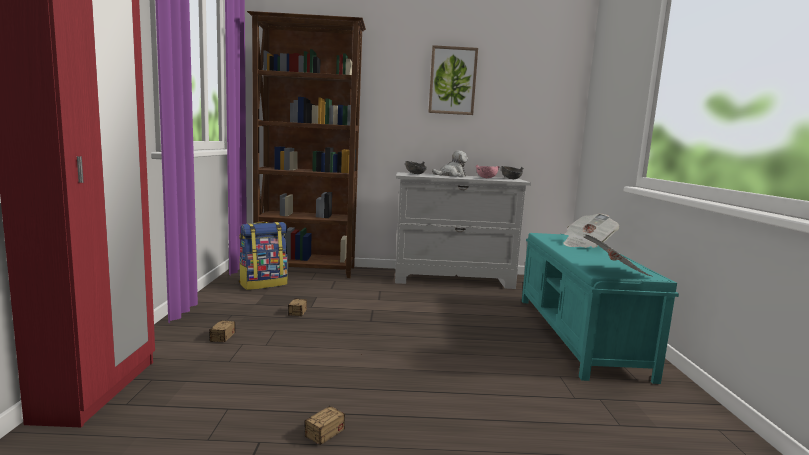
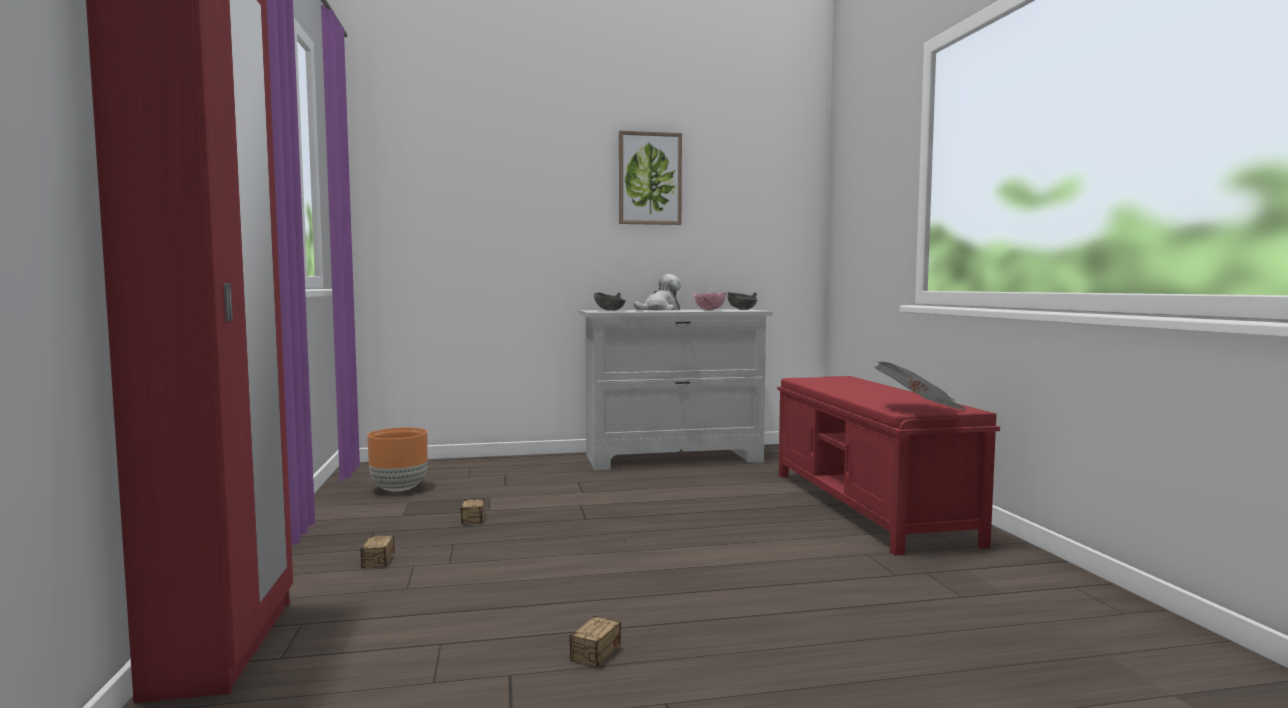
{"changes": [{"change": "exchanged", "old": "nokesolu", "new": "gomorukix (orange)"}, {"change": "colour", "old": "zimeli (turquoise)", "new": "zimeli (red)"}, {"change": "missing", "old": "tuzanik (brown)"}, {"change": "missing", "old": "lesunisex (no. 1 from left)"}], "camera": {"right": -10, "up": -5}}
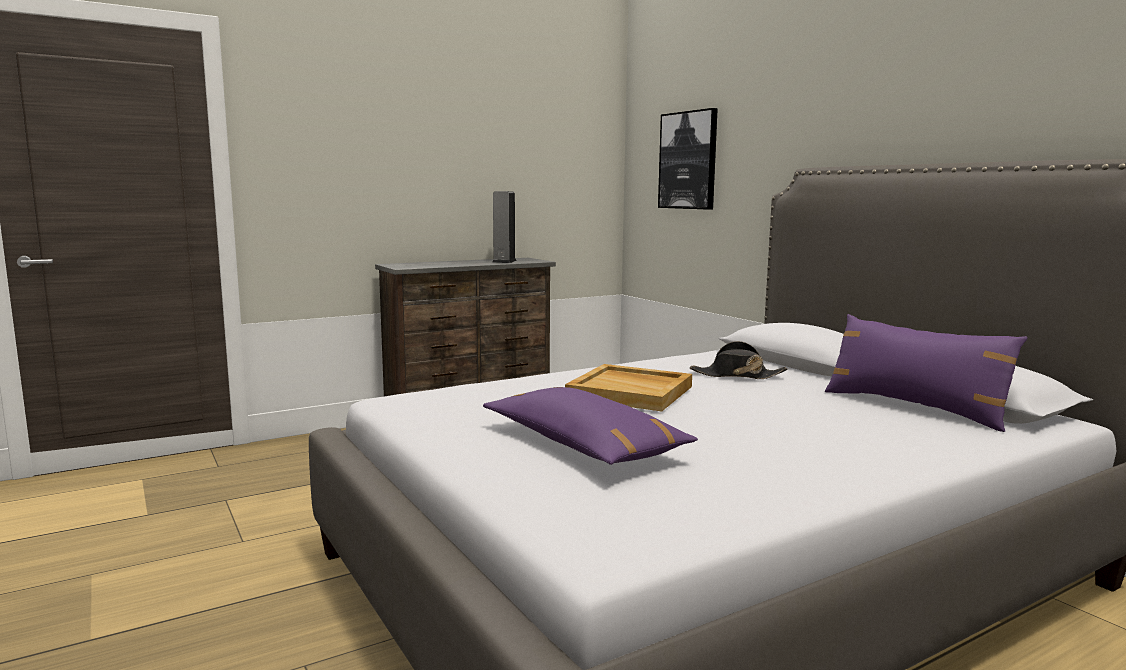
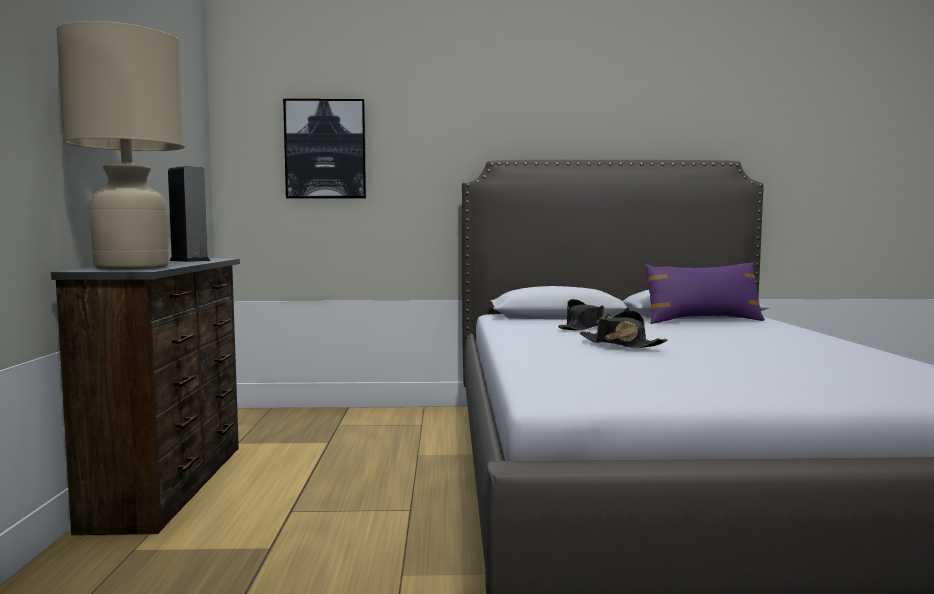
{"changes": [{"change": "appeared", "new": "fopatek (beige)"}, {"change": "exchanged", "old": "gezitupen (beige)", "new": "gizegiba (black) (no. 2 from left)"}, {"change": "missing", "old": "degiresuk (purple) (no. 1 from left)"}], "camera": {"right": -60, "up": -5}}
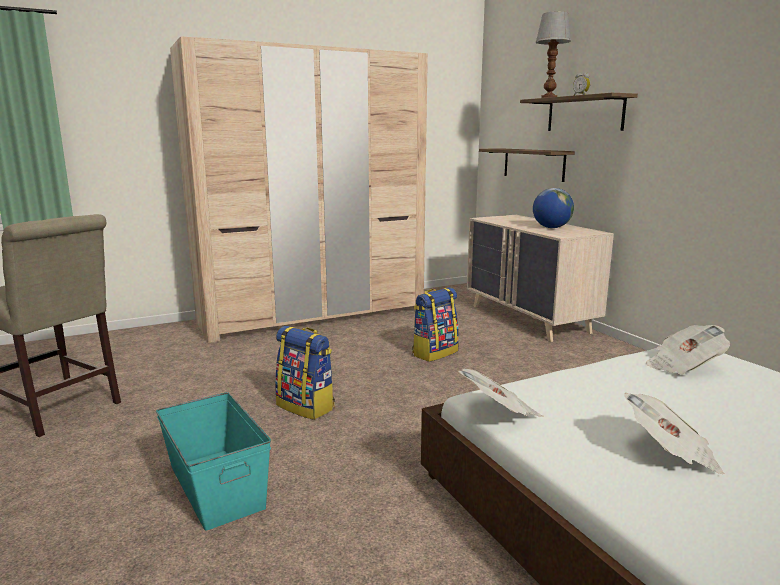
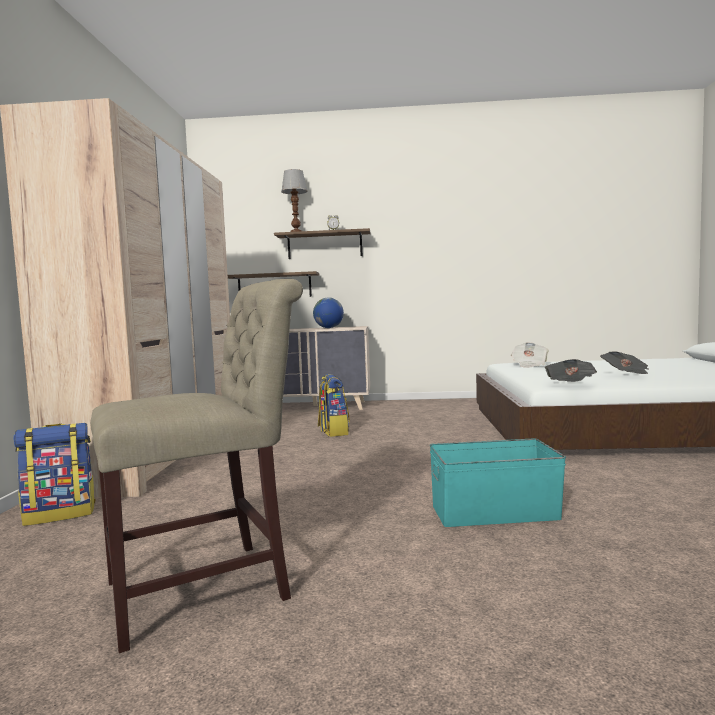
{"changes": [{"change": "relocated", "old": "nokesolu (no. 1 from left)"}], "camera": {"right": -60, "up": -10}}
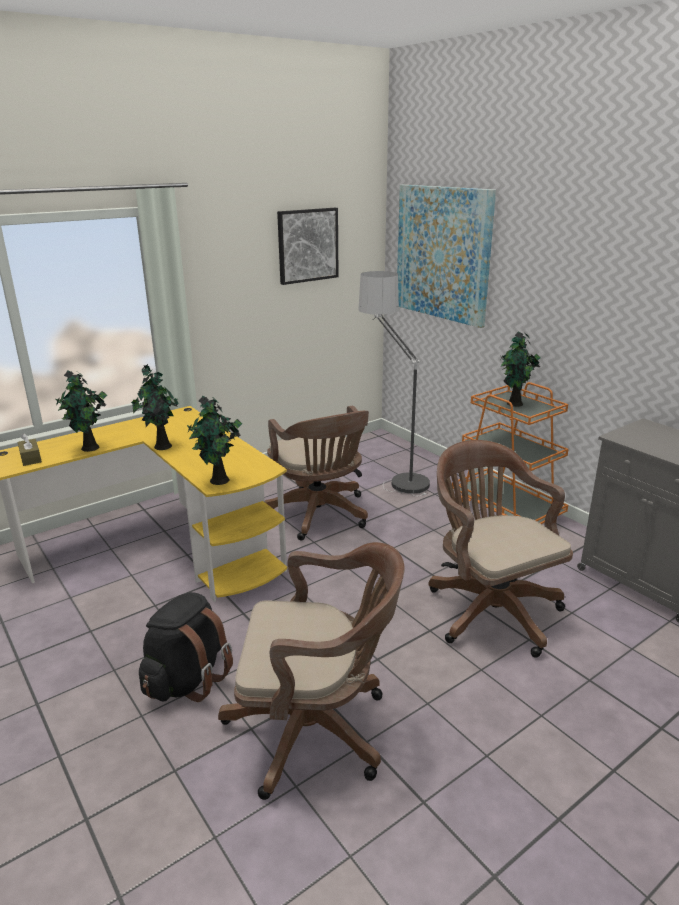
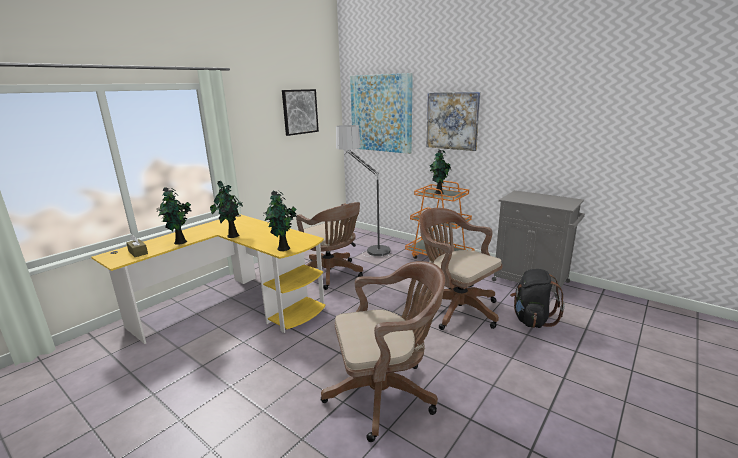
{"changes": [{"change": "appeared", "new": "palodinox (no. 3 from left)"}, {"change": "relocated", "old": "nokesolu (black)"}], "camera": {"right": -15, "up": -5}}
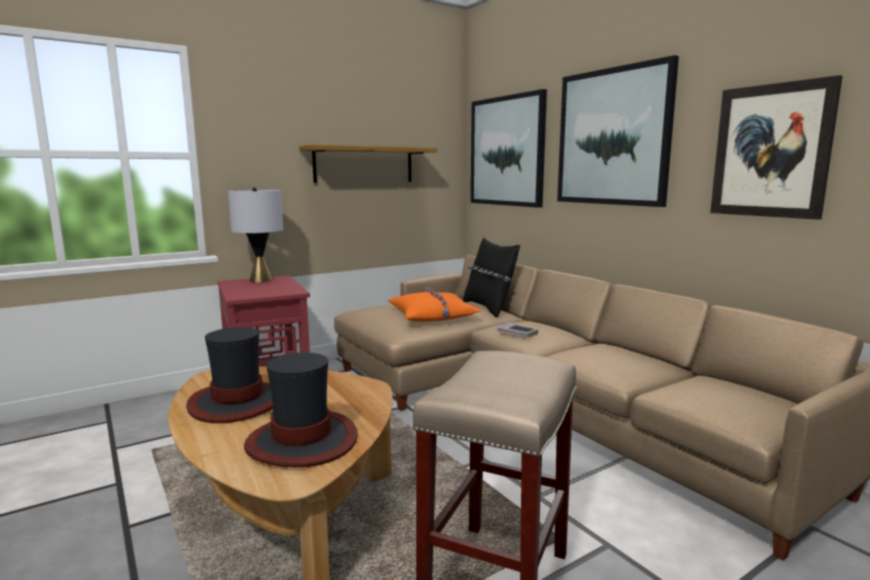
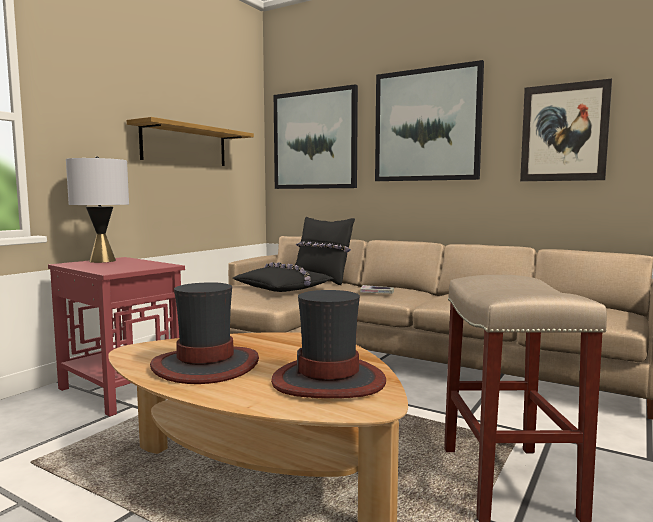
{"changes": [{"change": "colour", "old": "degiresuk (orange)", "new": "degiresuk (black) (no. 1 from left)"}], "camera": {"right": -25, "up": -5}}
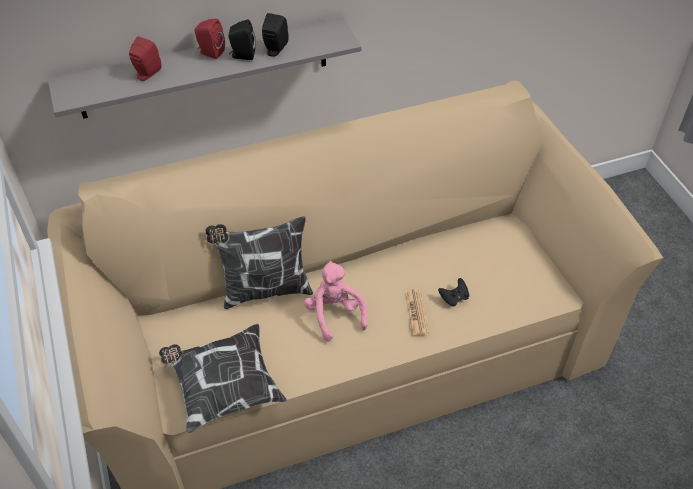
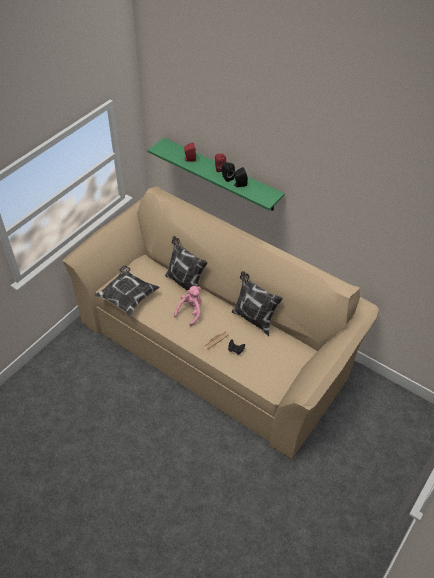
{"changes": [{"change": "colour", "old": "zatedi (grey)", "new": "zatedi (green)"}, {"change": "appeared", "new": "degiresuk (no. 3 from left)"}], "camera": {"right": 55, "up": 0}}
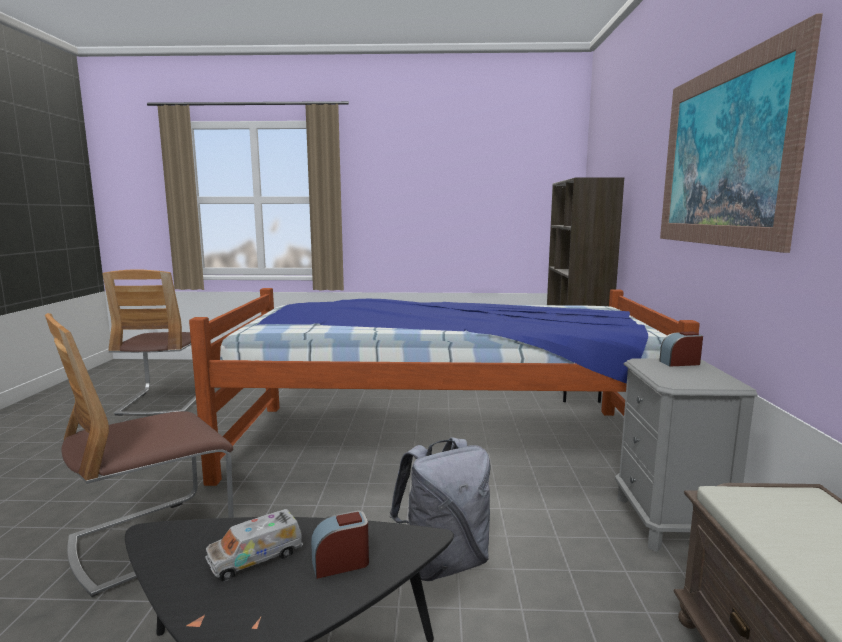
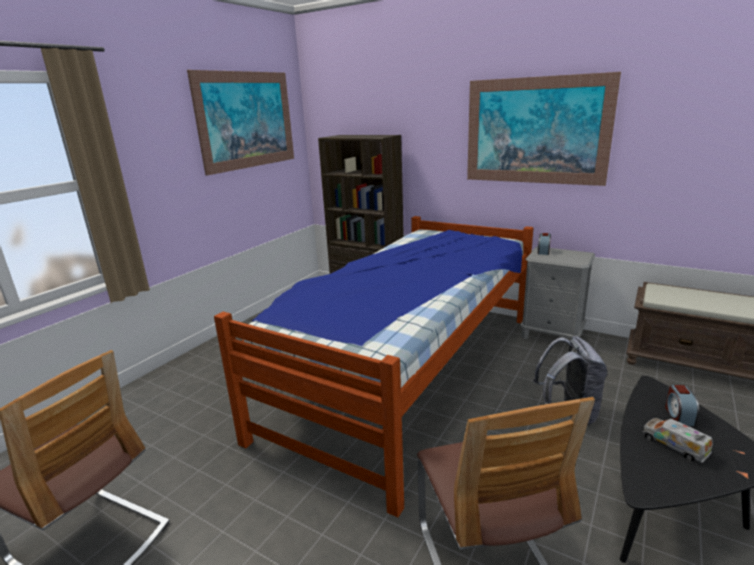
{"changes": [{"change": "appeared", "new": "palodinox (no. 1 from left)"}, {"change": "spun", "old": "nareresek", "degrees": 150}], "camera": {"right": -60, "up": 10}}
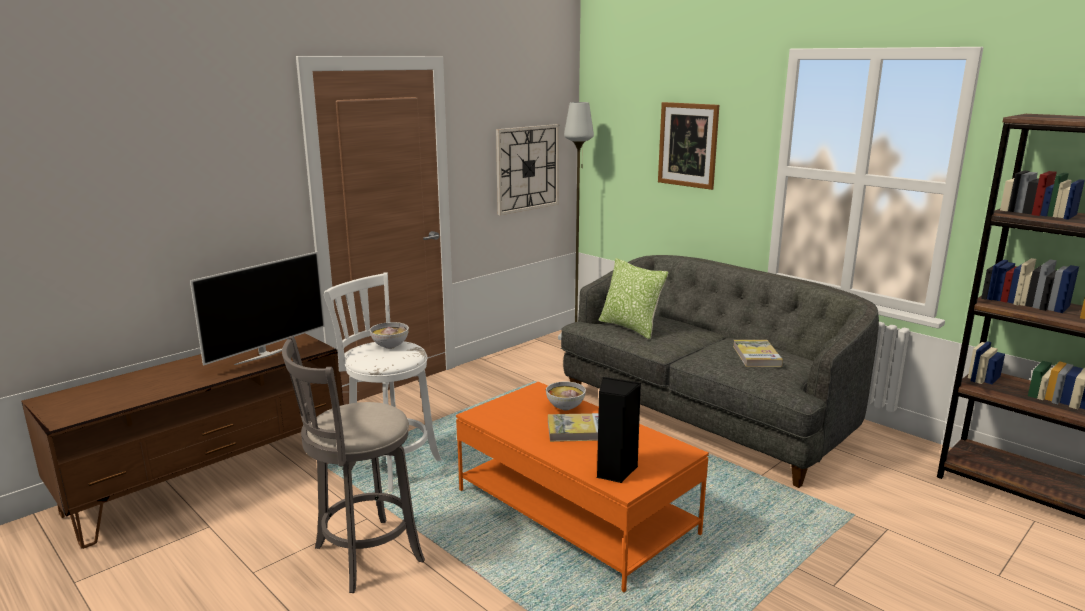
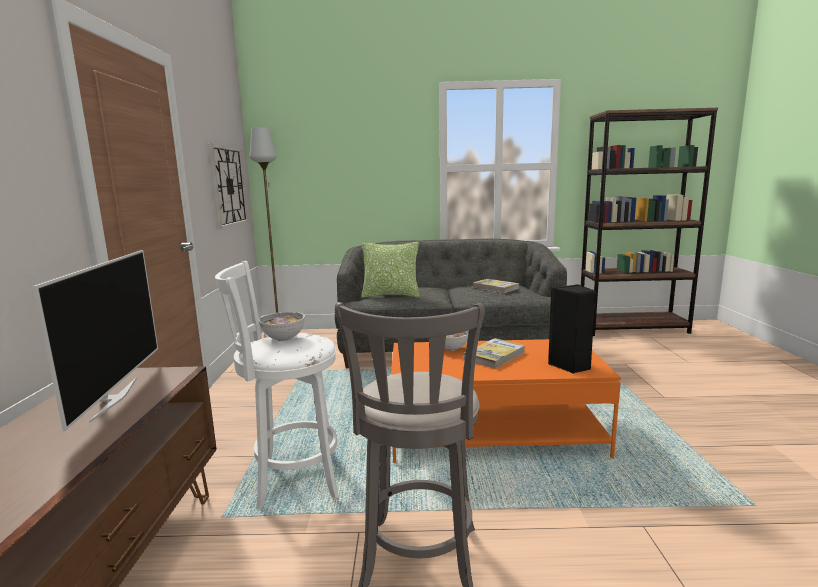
{"changes": [{"change": "missing", "old": "palodinox"}], "camera": {"right": -45, "up": -5}}
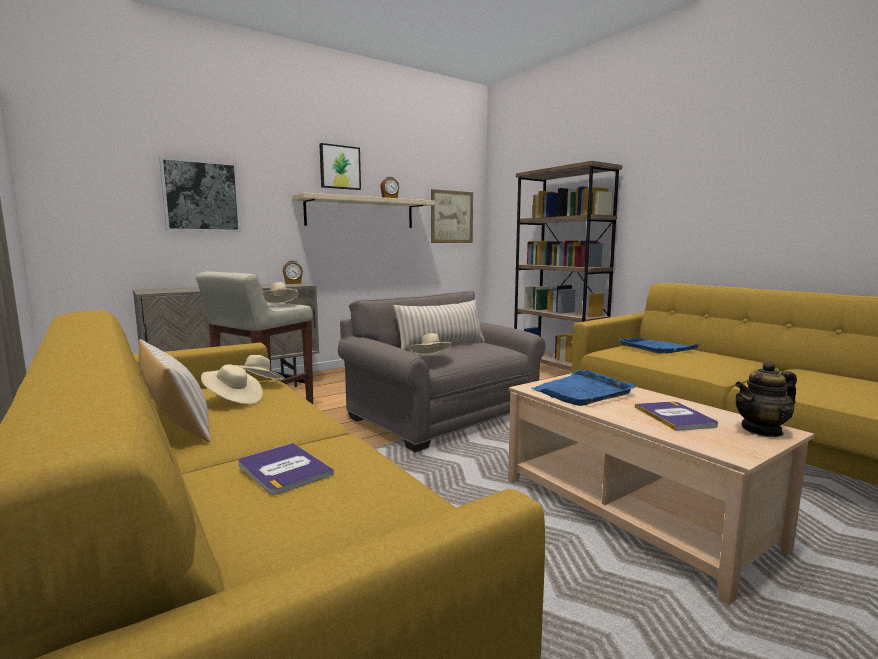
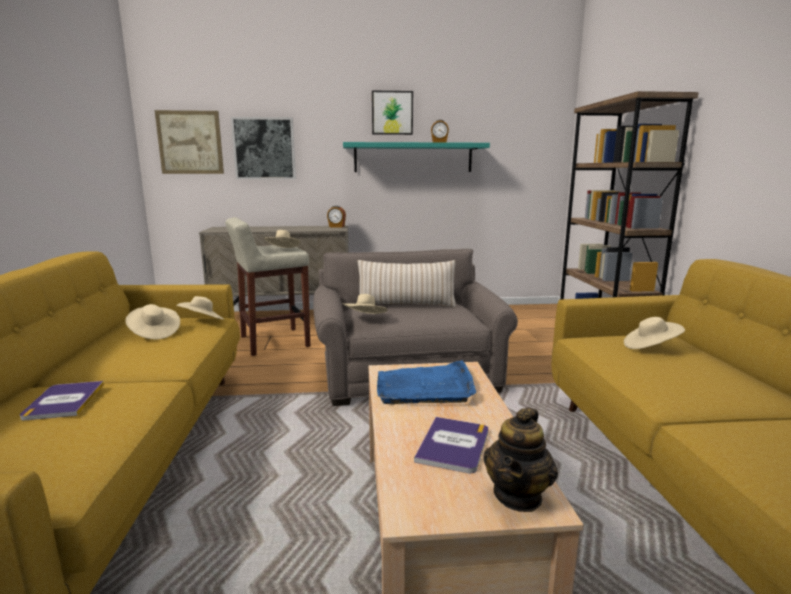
{"changes": [{"change": "relocated", "old": "palodinox (no. 3 from left in the first image)", "new": "palodinox (no. 1 from left)"}, {"change": "colour", "old": "zatedi (beige)", "new": "zatedi (turquoise)"}, {"change": "spun", "old": "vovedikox", "degrees": -75}, {"change": "exchanged", "old": "gezitupen (blue) (no. 2 from left)", "new": "gizegiba (beige) (no. 5 from left)"}, {"change": "missing", "old": "degiresuk (beige) (no. 1 from left)"}], "camera": {"right": 30, "up": 5}}
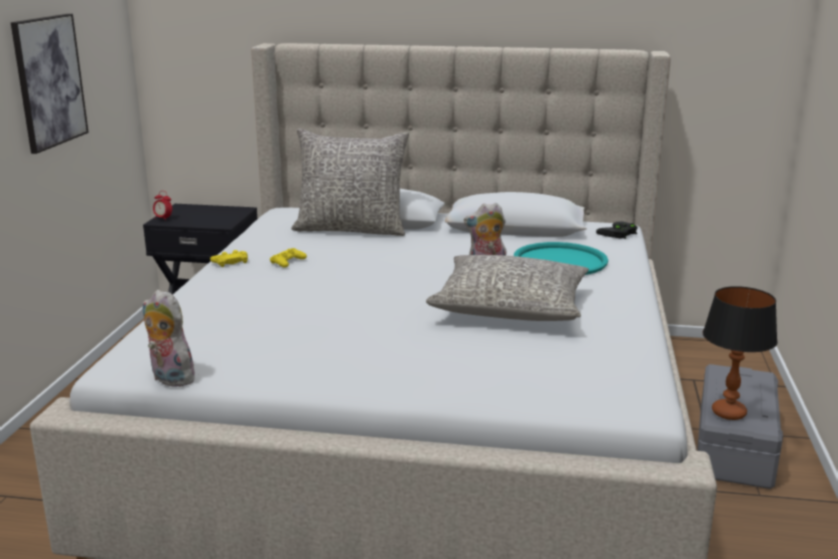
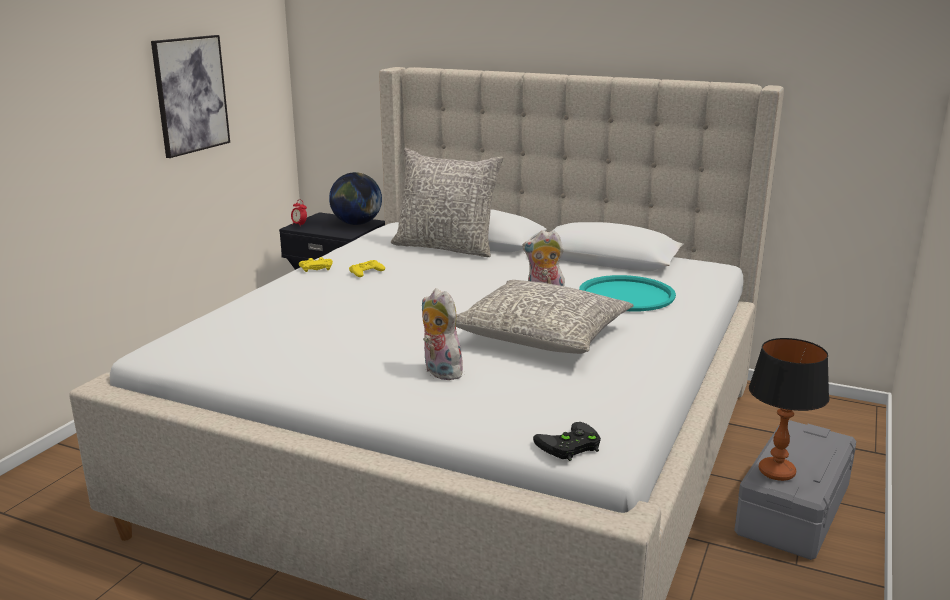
{"changes": [{"change": "appeared", "new": "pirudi"}, {"change": "relocated", "old": "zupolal (no. 1 from left)"}, {"change": "relocated", "old": "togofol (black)"}], "camera": {"right": 15, "up": 0}}
